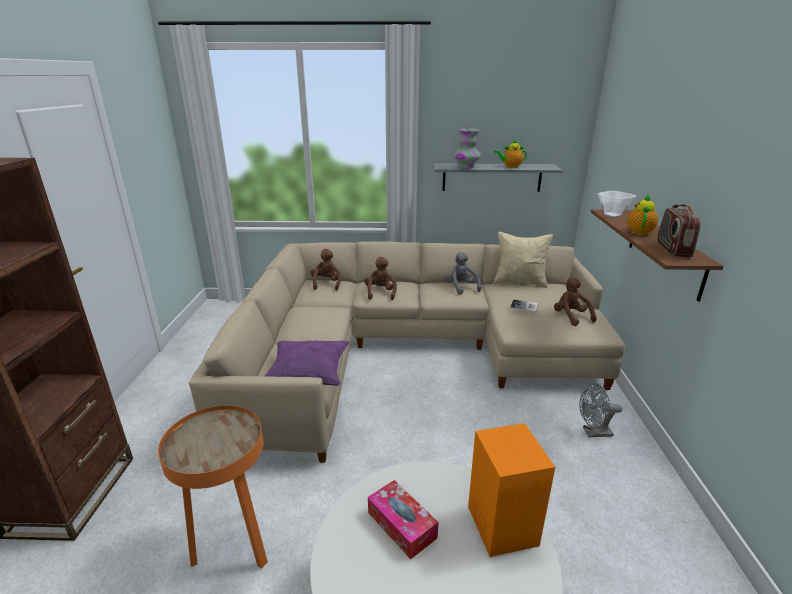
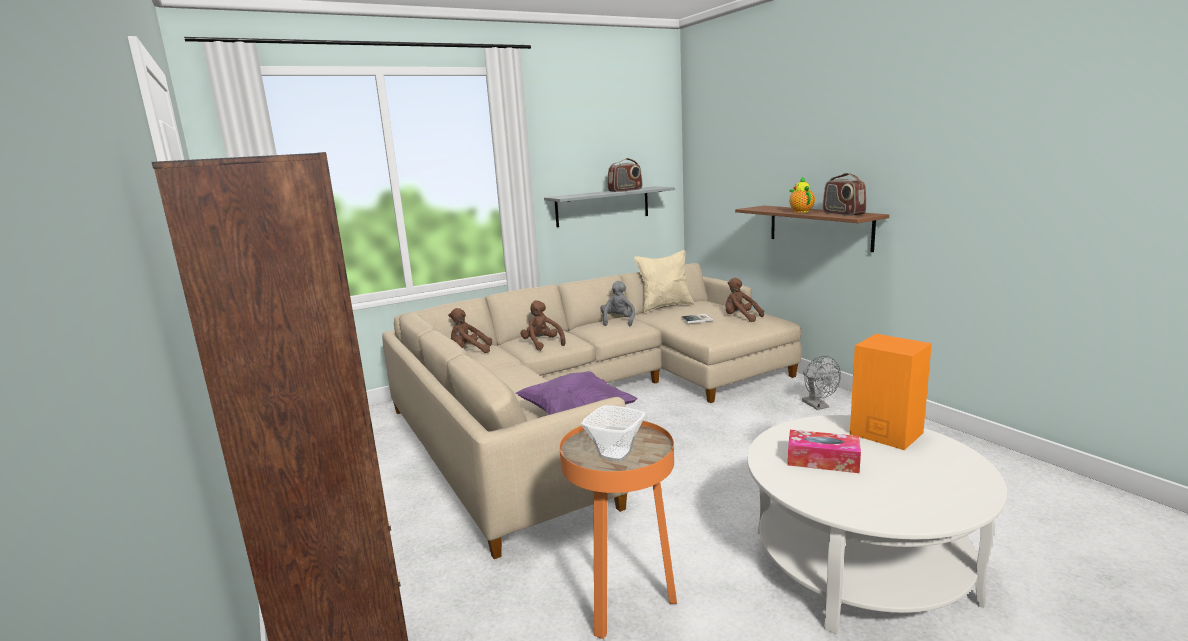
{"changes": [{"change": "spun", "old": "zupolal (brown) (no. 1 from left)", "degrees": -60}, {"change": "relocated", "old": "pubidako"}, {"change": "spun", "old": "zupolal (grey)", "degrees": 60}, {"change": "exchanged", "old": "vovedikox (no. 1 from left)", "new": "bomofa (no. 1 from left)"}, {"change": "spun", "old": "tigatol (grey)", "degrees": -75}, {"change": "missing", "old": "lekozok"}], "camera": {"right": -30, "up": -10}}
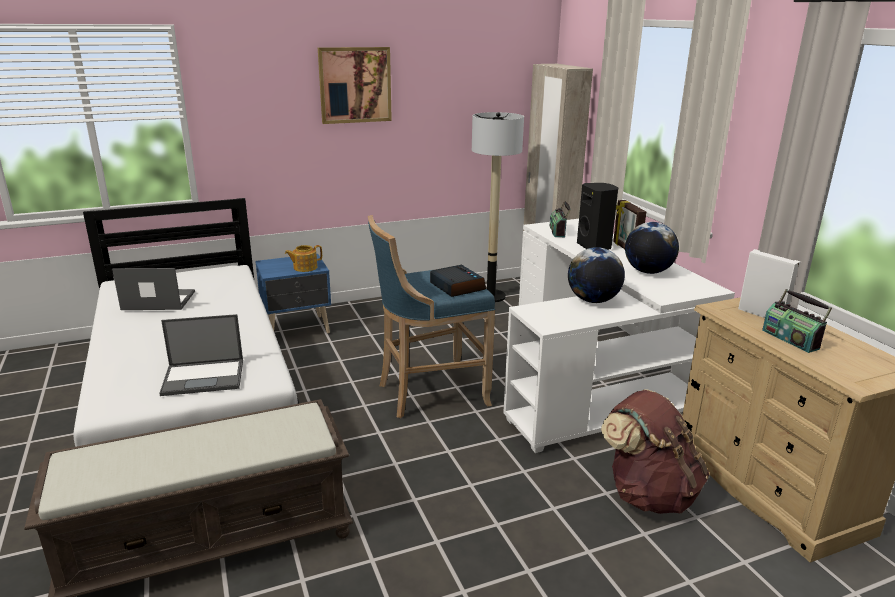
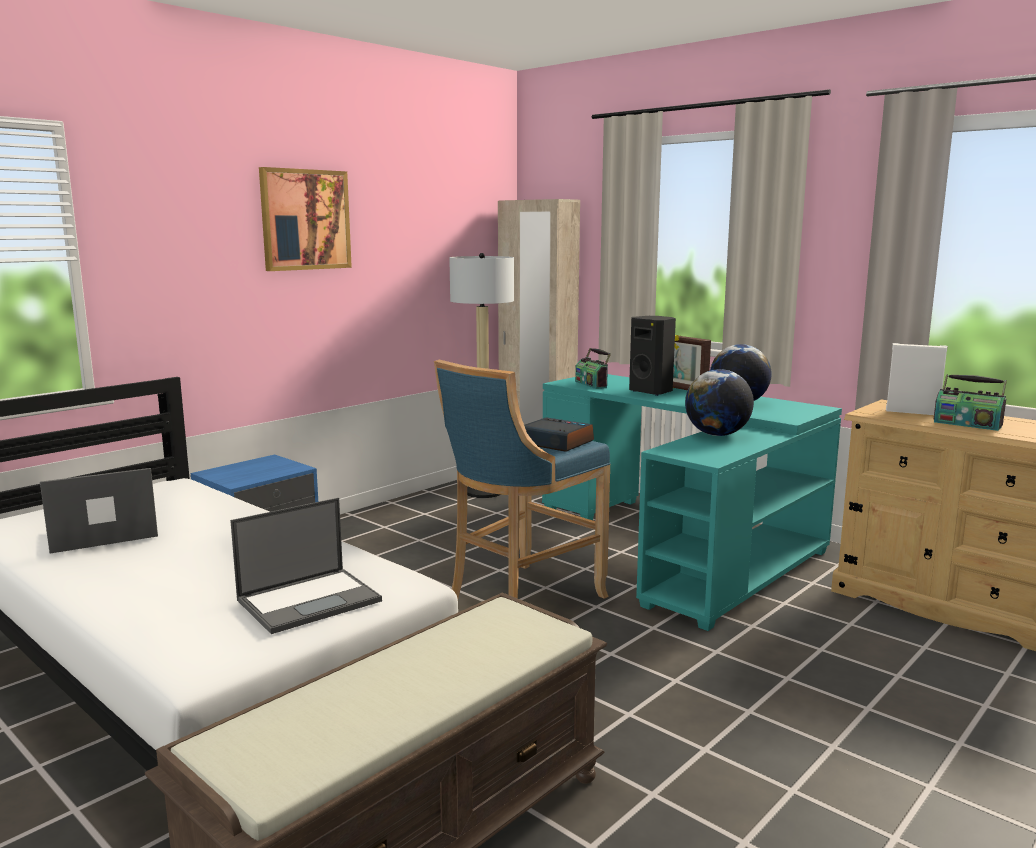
{"changes": [{"change": "colour", "old": "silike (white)", "new": "silike (turquoise)"}, {"change": "missing", "old": "vovedikox"}, {"change": "missing", "old": "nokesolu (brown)"}], "camera": {"right": -25, "up": -10}}
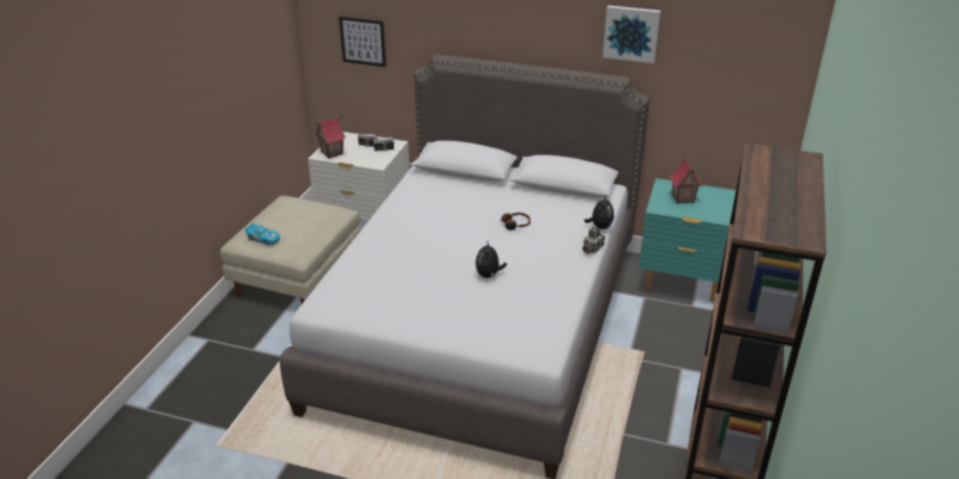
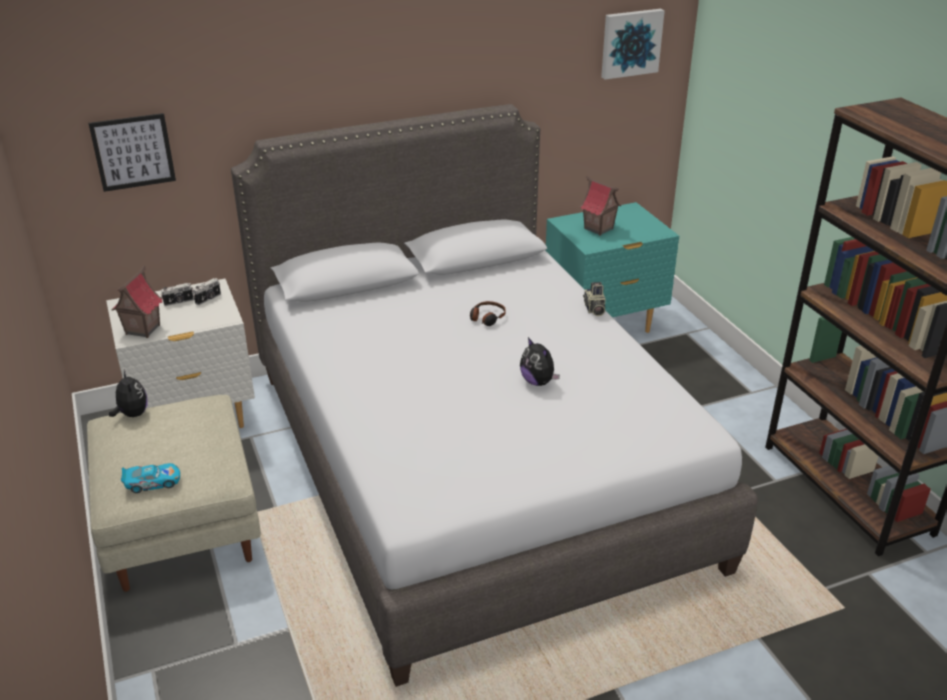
{"changes": [{"change": "relocated", "old": "zupolal (no. 2 from left in the first image)", "new": "zupolal (no. 1 from left)"}, {"change": "relocated", "old": "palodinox (no. 2 from left)"}], "camera": {"right": -40, "up": 0}}
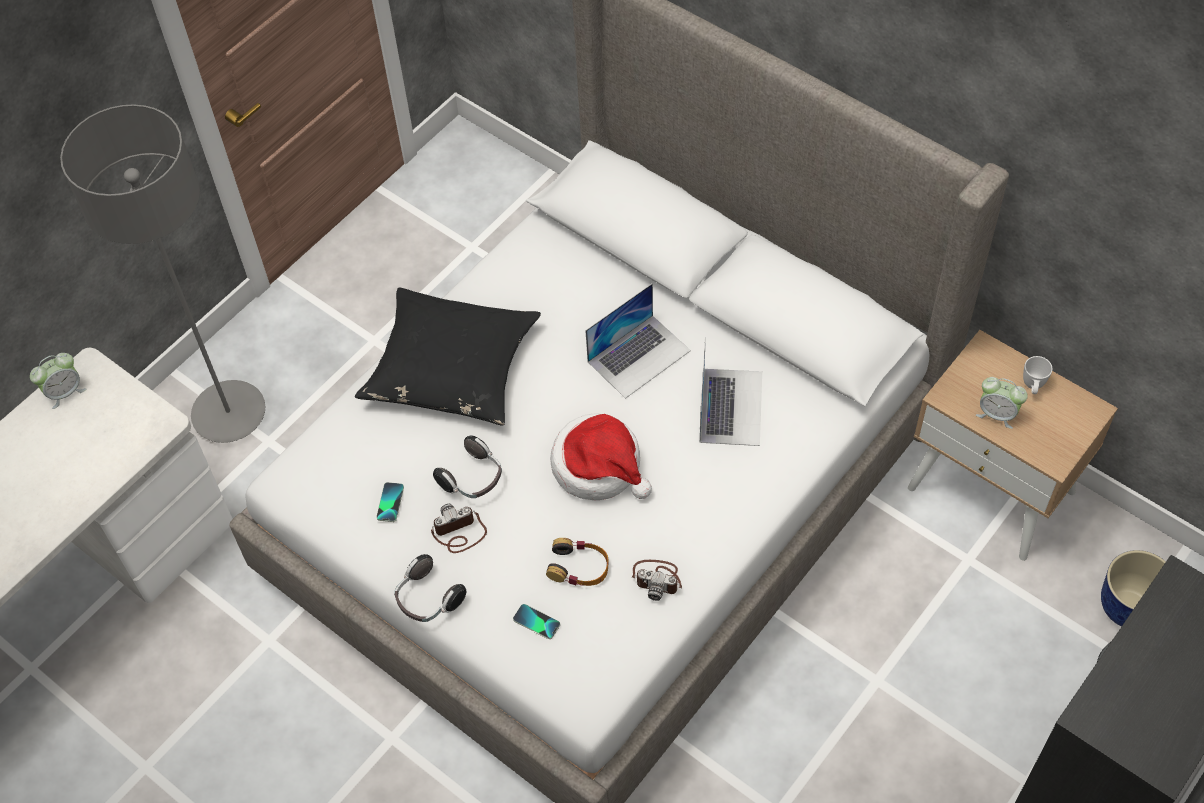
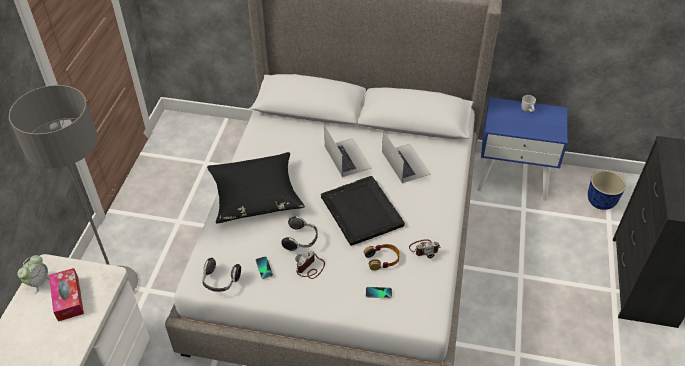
{"changes": [{"change": "appeared", "new": "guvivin"}, {"change": "relocated", "old": "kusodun (no. 1 from left)"}, {"change": "exchanged", "old": "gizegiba", "new": "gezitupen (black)"}, {"change": "spun", "old": "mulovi (no. 1 from left)", "degrees": -45}, {"change": "colour", "old": "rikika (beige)", "new": "rikika (blue)"}, {"change": "missing", "old": "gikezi (no. 2 from left)"}], "camera": {"right": -30, "up": -10}}
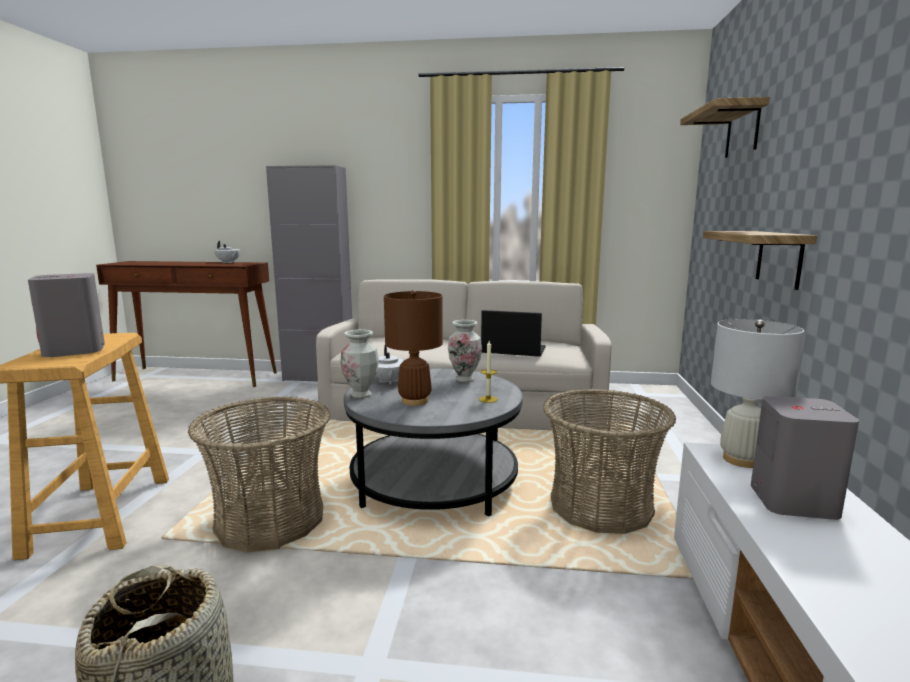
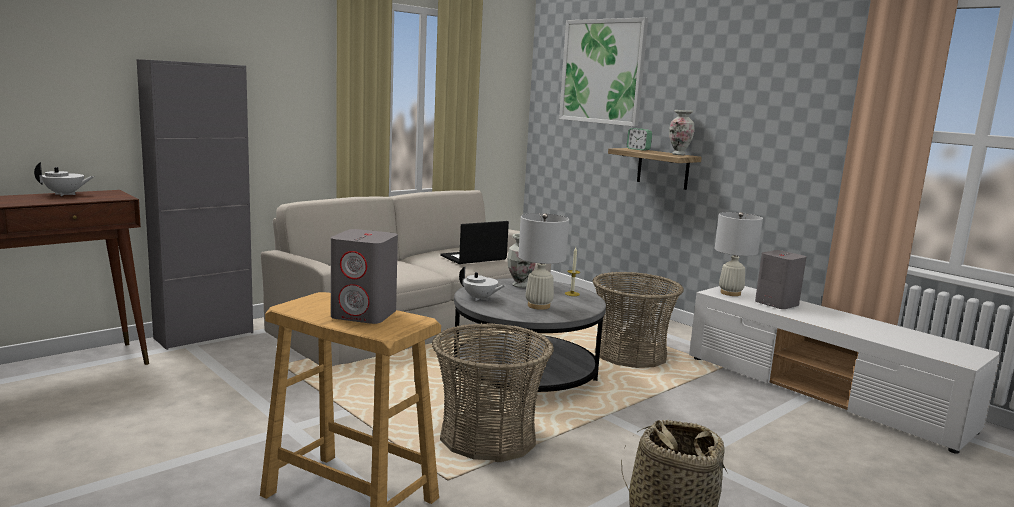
{"changes": [{"change": "colour", "old": "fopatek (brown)", "new": "fopatek (white) (no. 1 from left)"}, {"change": "exchanged", "old": "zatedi (no. 1 from left)", "new": "palodinox"}, {"change": "appeared", "new": "gikezi"}, {"change": "relocated", "old": "lekozok (no. 1 from left in the first image)", "new": "lekozok (no. 2 from left)"}], "camera": {"right": -50, "up": 0}}
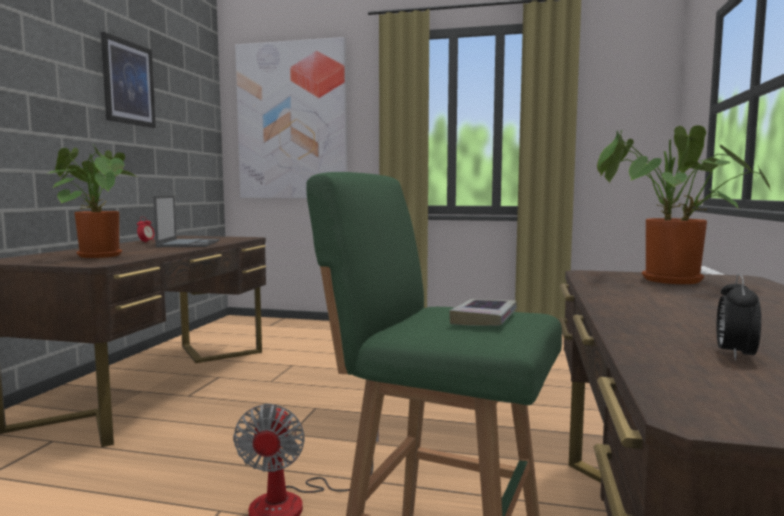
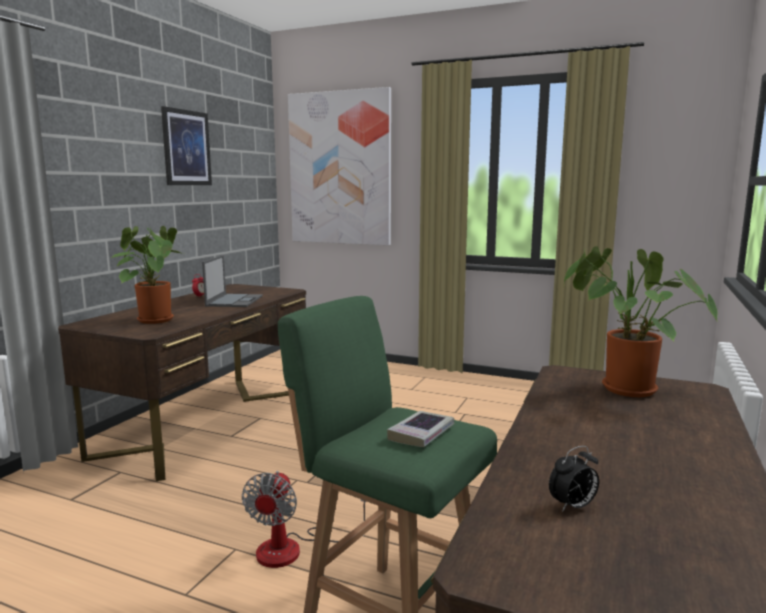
{"changes": [{"change": "spun", "old": "gikezi (no. 2 from left)", "degrees": -150}], "camera": {"right": 10, "up": 5}}
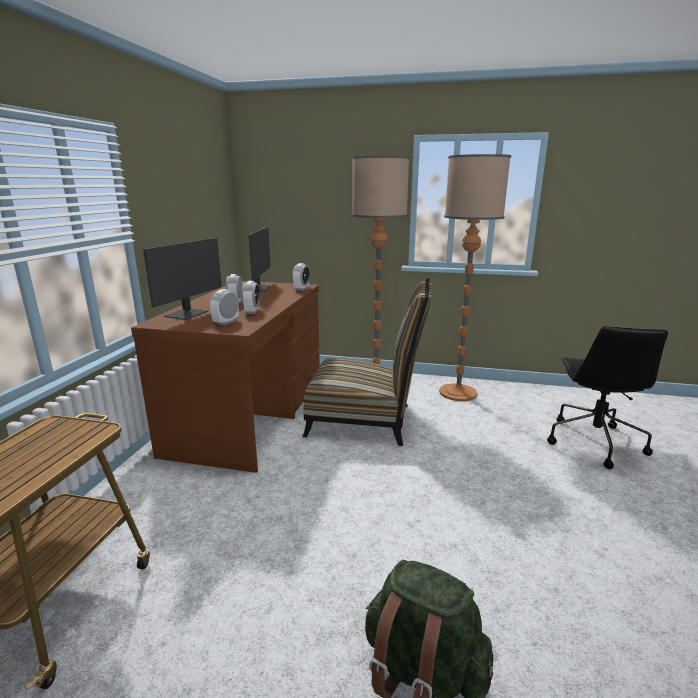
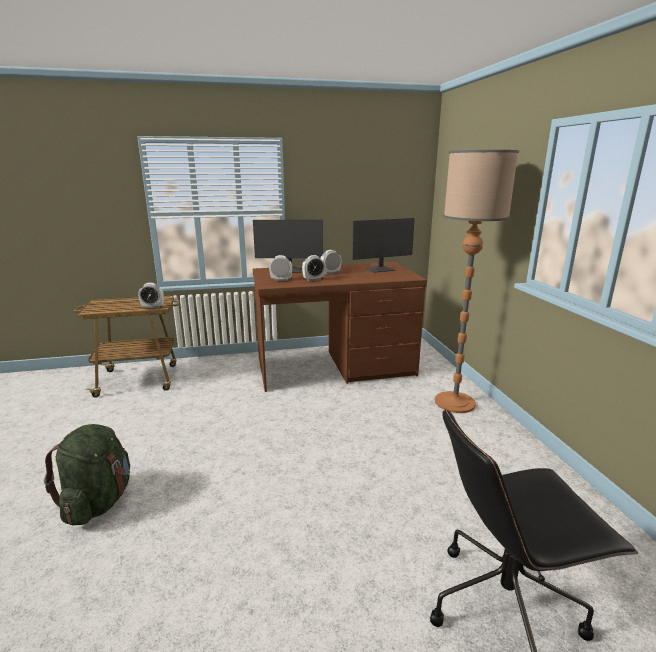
{"changes": [{"change": "relocated", "old": "gikezi (no. 4 from left in the first image)", "new": "gikezi (no. 1 from left)"}, {"change": "missing", "old": "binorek"}, {"change": "missing", "old": "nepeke (no. 2 from left)"}], "camera": {"right": 65, "up": 0}}
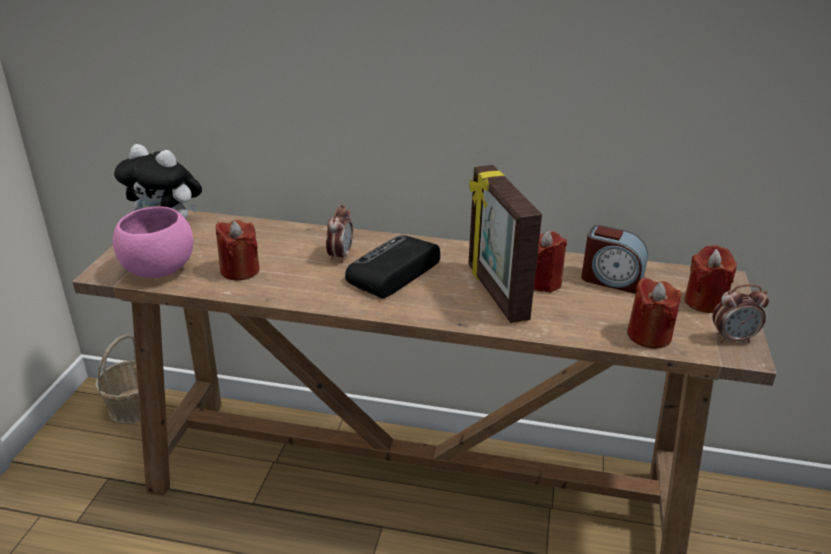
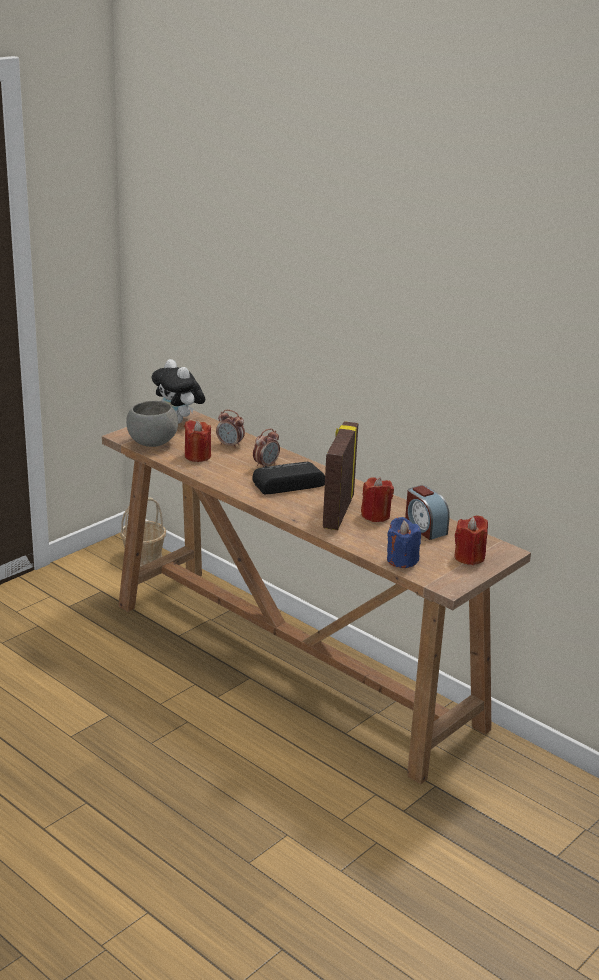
{"changes": [{"change": "colour", "old": "pubidako (pink)", "new": "pubidako (grey)"}, {"change": "relocated", "old": "gikezi (no. 3 from left in the first image)", "new": "gikezi (no. 1 from left)"}, {"change": "colour", "old": "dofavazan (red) (no. 3 from left)", "new": "dofavazan (blue)"}], "camera": {"right": 30, "up": -5}}
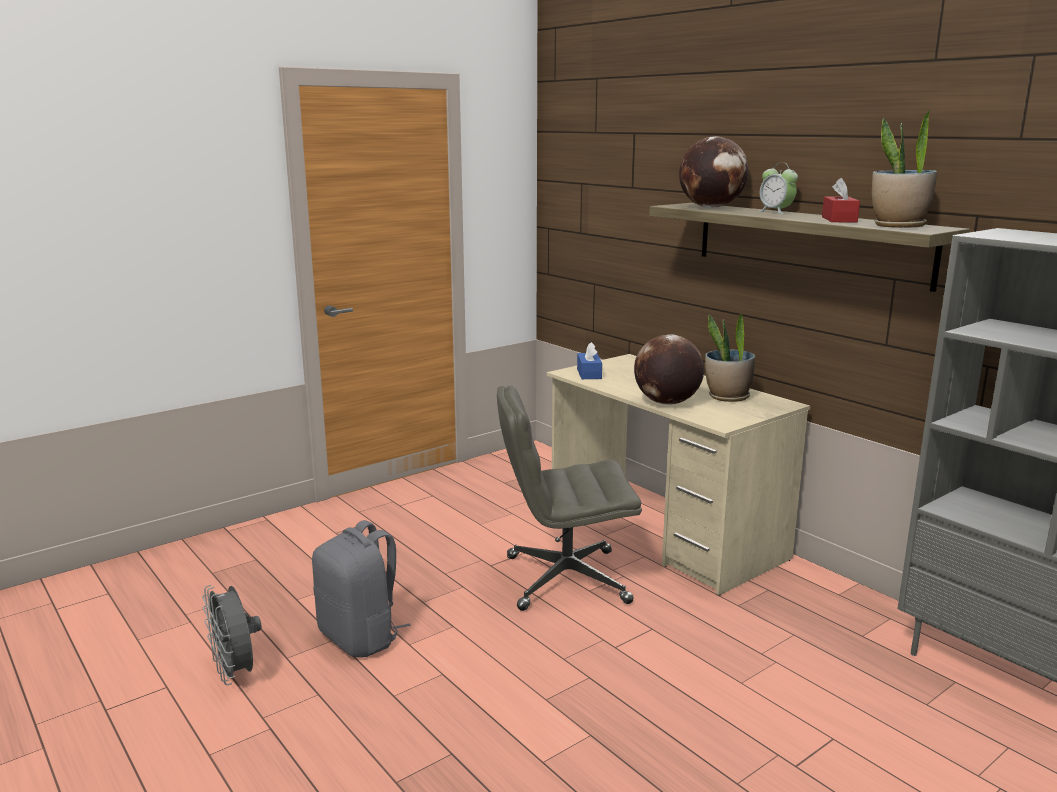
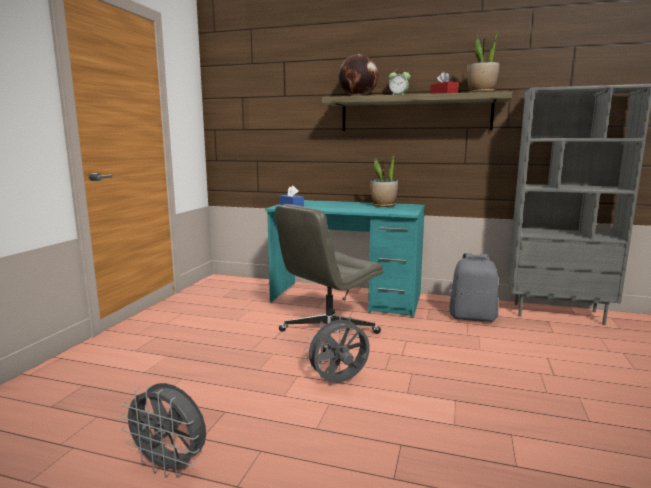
{"changes": [{"change": "colour", "old": "silike (beige)", "new": "silike (turquoise)"}, {"change": "appeared", "new": "tigatol (grey) (no. 2 from left)"}, {"change": "relocated", "old": "nokesolu (grey)"}, {"change": "missing", "old": "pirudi (no. 1 from left)"}], "camera": {"right": -35, "up": -5}}
